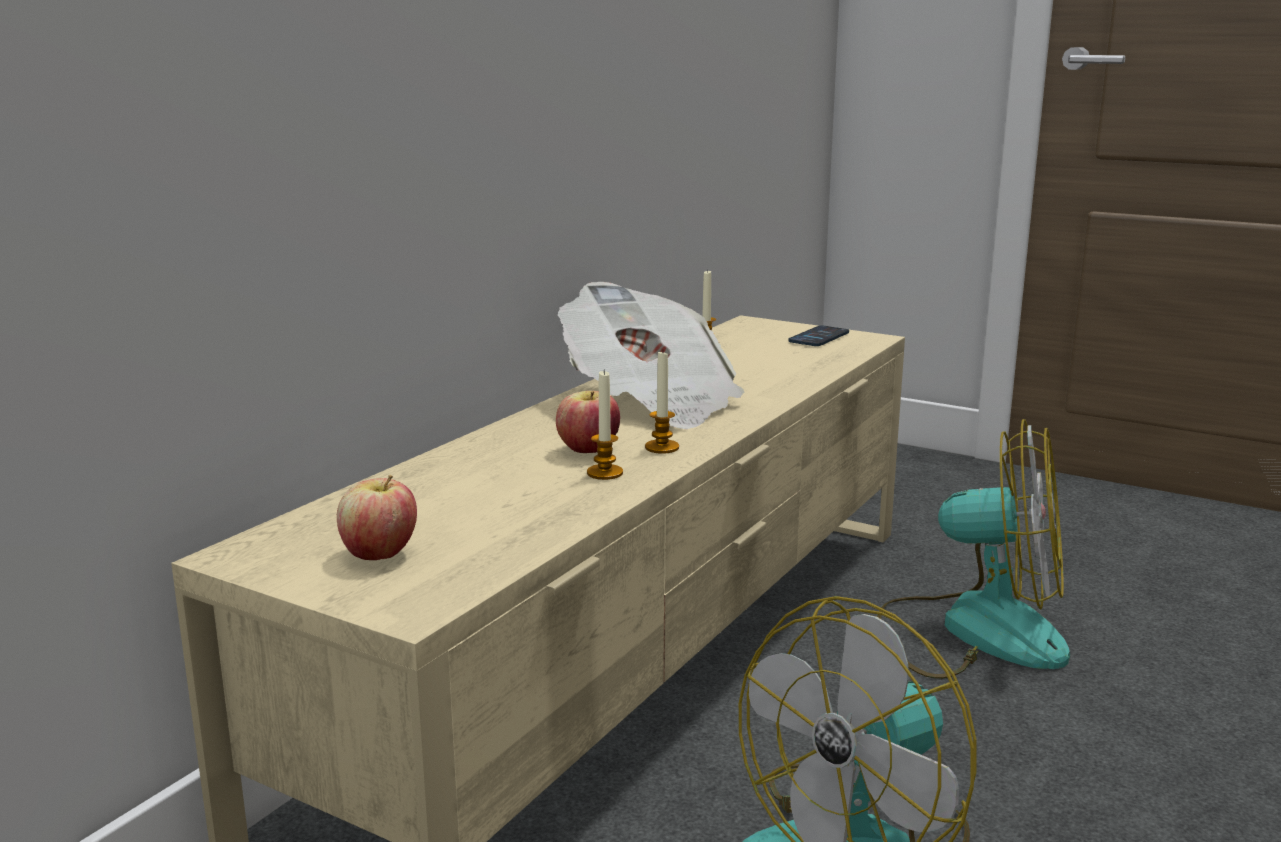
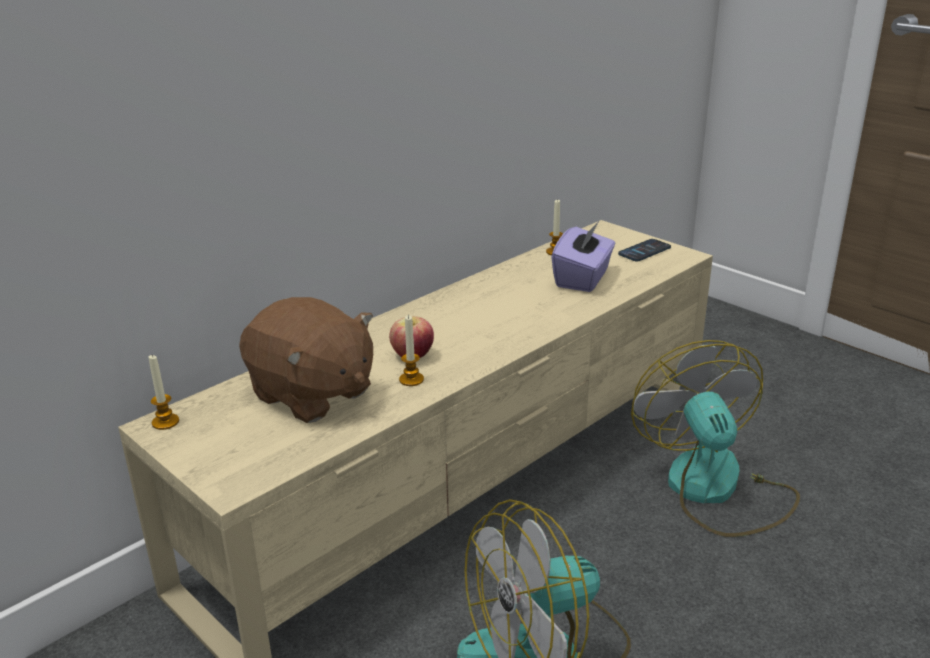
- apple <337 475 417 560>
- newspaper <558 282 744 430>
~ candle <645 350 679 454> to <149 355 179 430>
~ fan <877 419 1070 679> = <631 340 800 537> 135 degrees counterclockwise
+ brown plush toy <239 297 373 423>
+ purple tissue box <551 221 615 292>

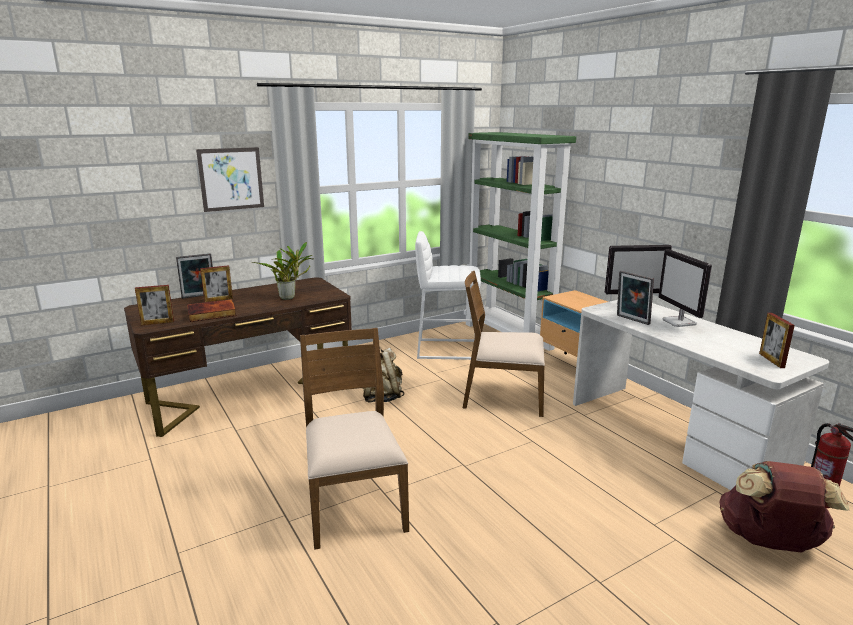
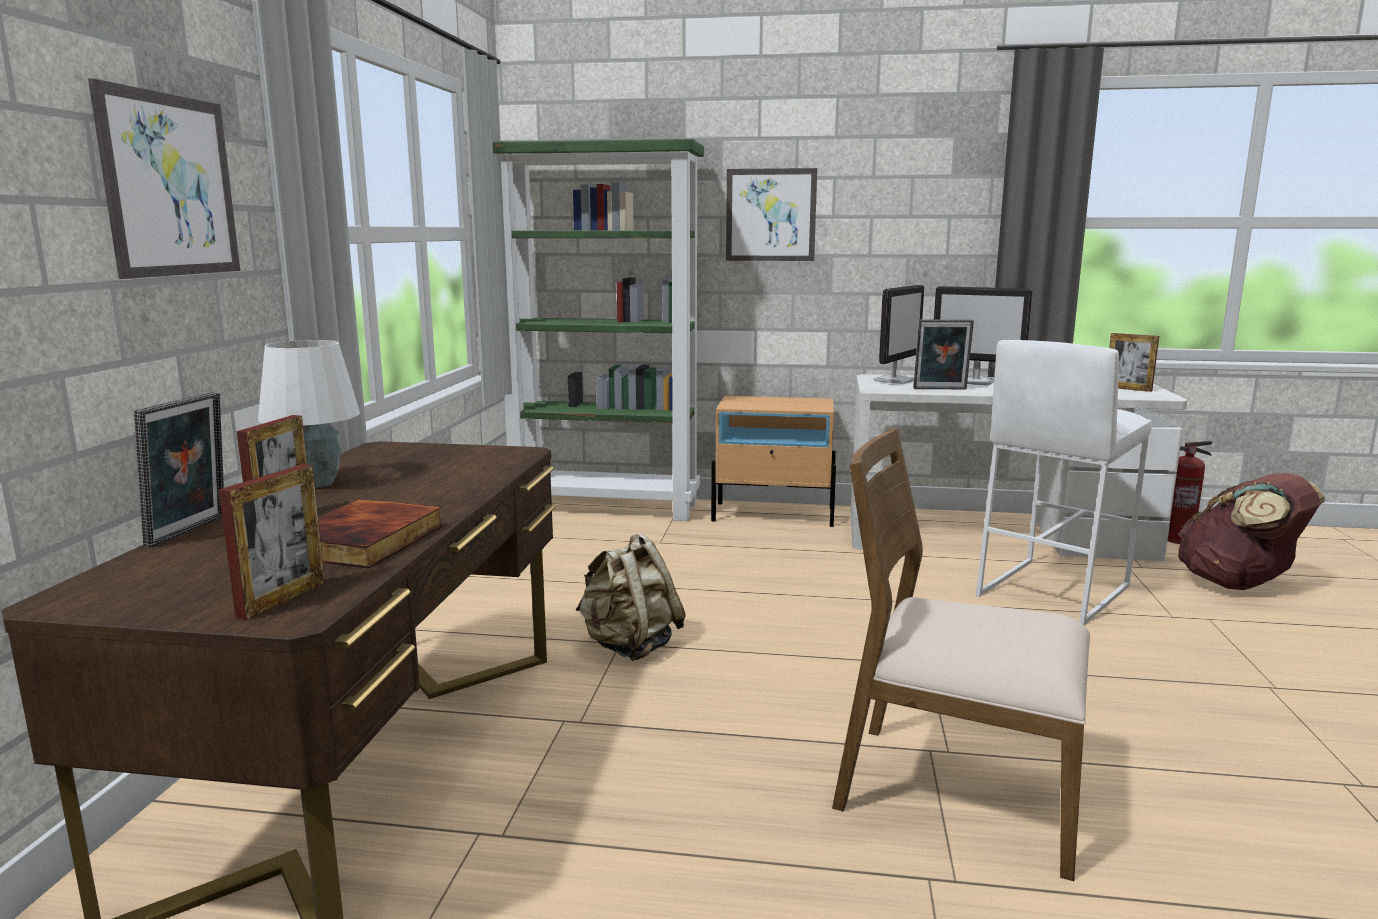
- potted plant <252 242 314 300>
~ white stool <415 231 481 360> to <976 340 1152 625>
- brown chair <463 271 545 417>
+ white table lamp <258 340 360 488>
+ picture <726 168 817 261>

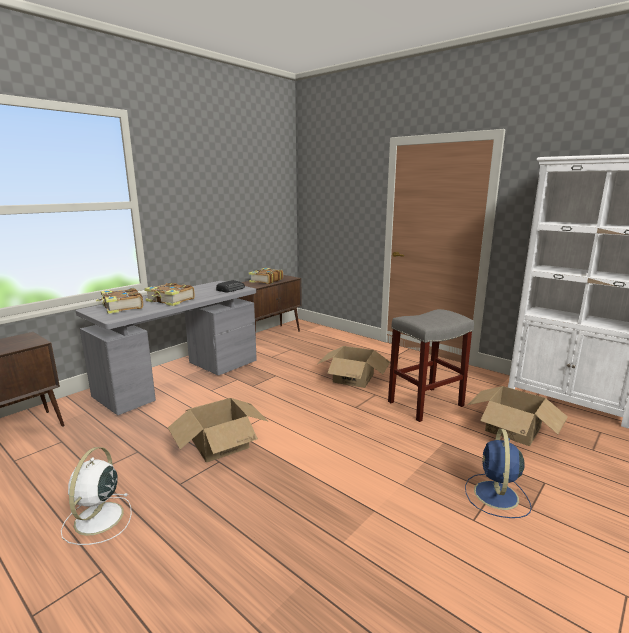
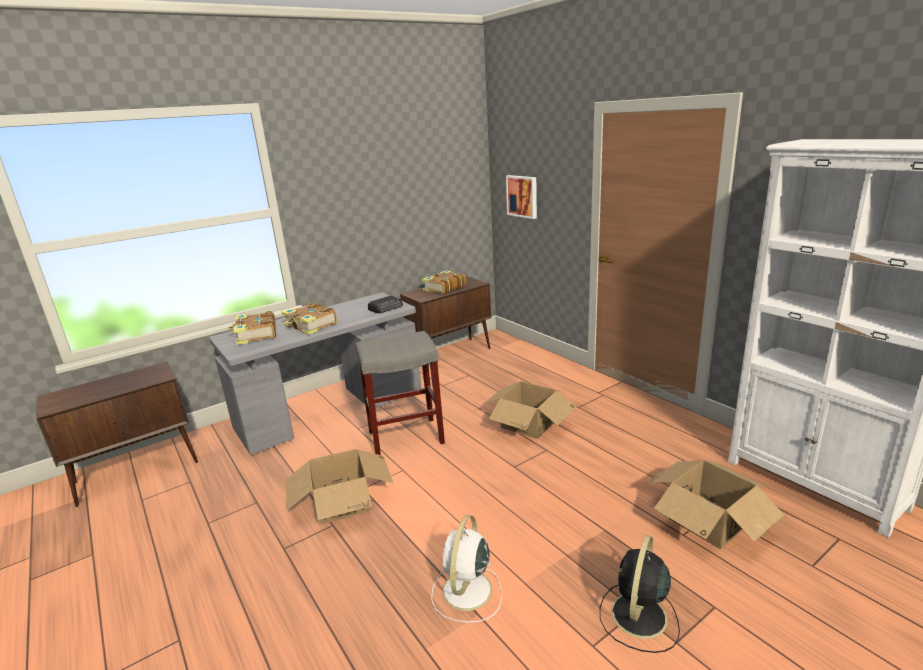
~ white fan <61 447 132 545> to <431 515 502 623>
~ grey stool <388 309 474 422> to <355 331 445 455>
~ blue fan <465 429 532 518> to black fan <600 535 680 653>
+ picture <506 175 537 219>

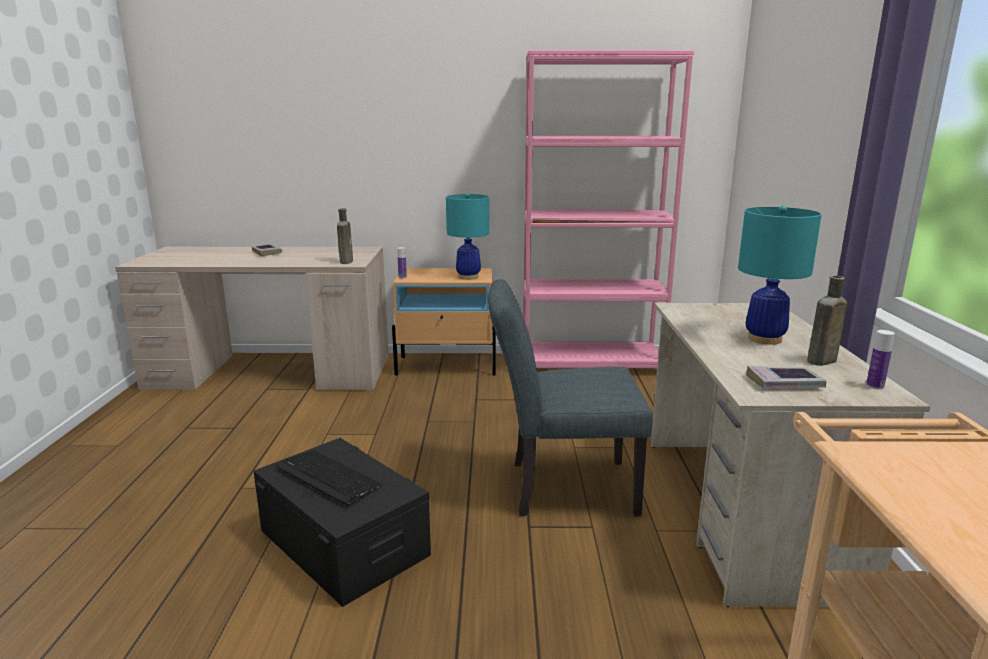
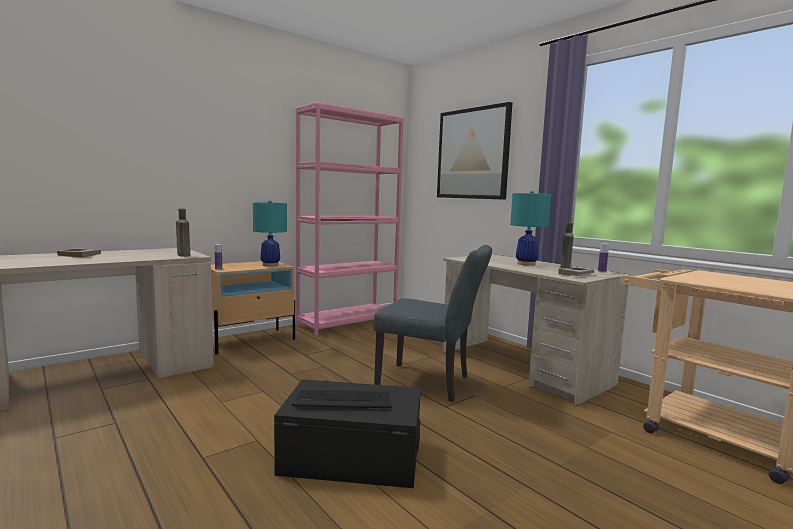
~ grey chair <488 279 653 516> = <374 245 492 402> 120 degrees counterclockwise
+ picture <437 102 512 200>

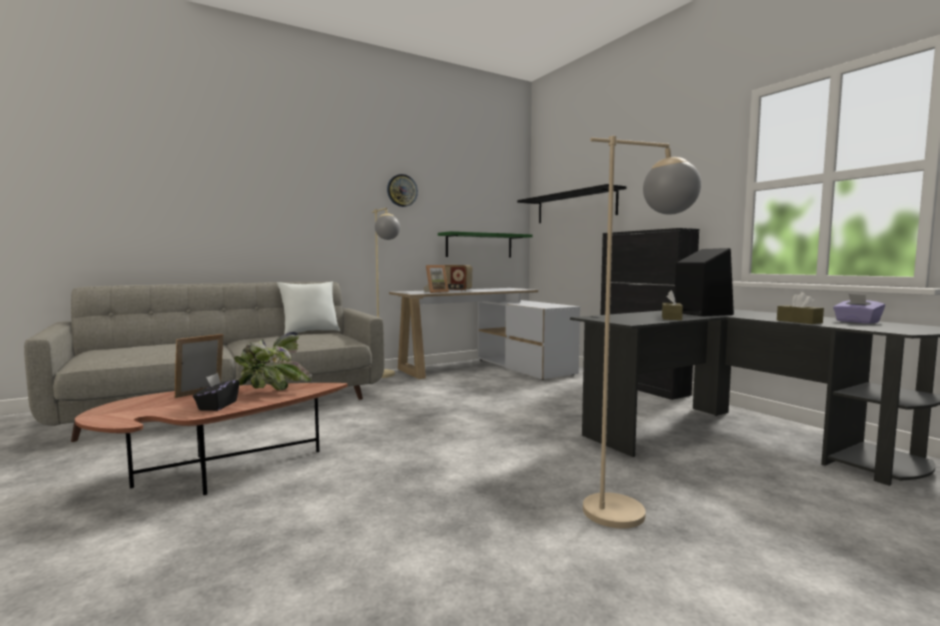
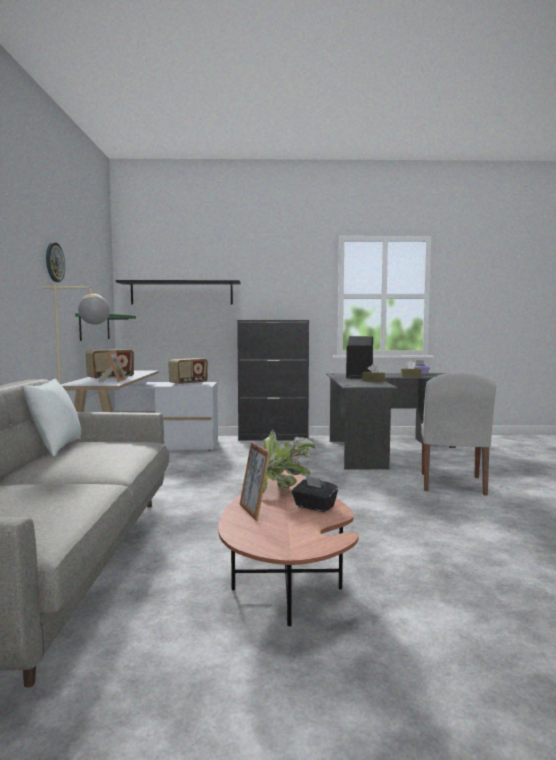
~ beige floor lamp <583 136 701 528> to white chair <421 372 496 495>
+ radio <168 358 208 385>

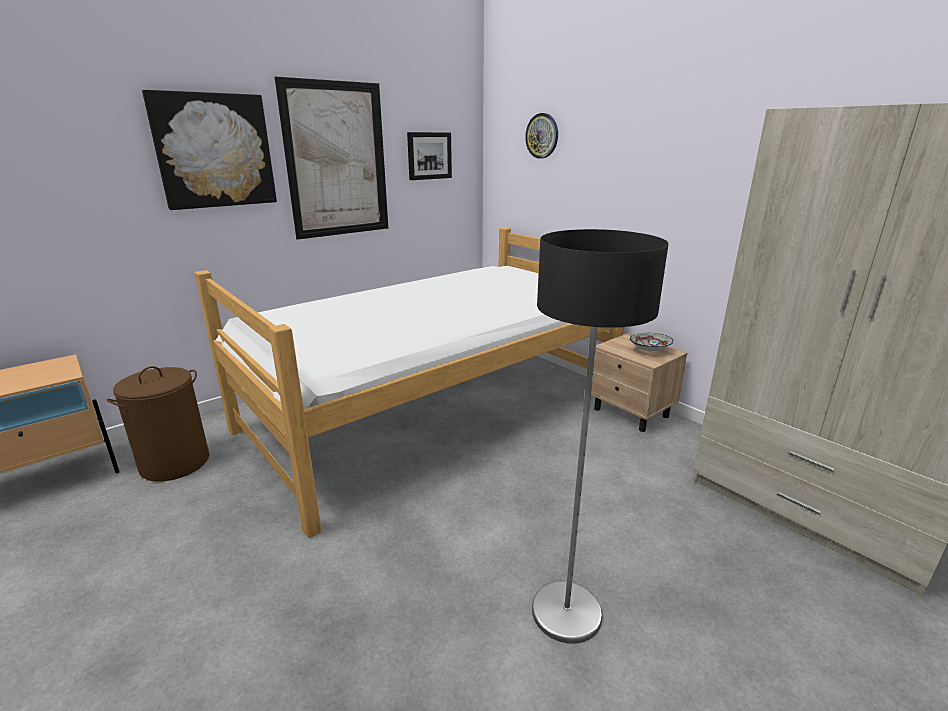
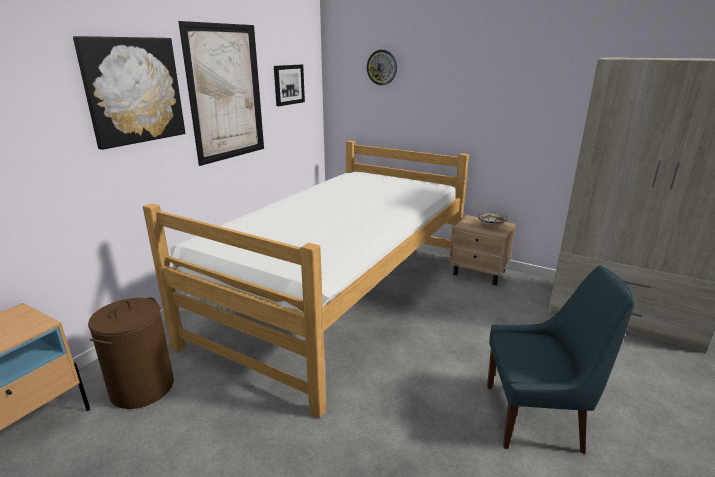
~ floor lamp <532 229 669 644> to blue chair <487 266 635 454>

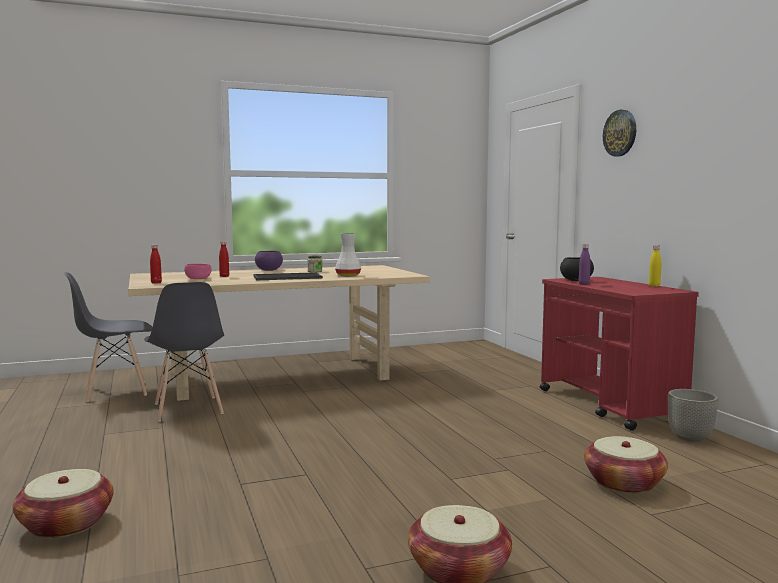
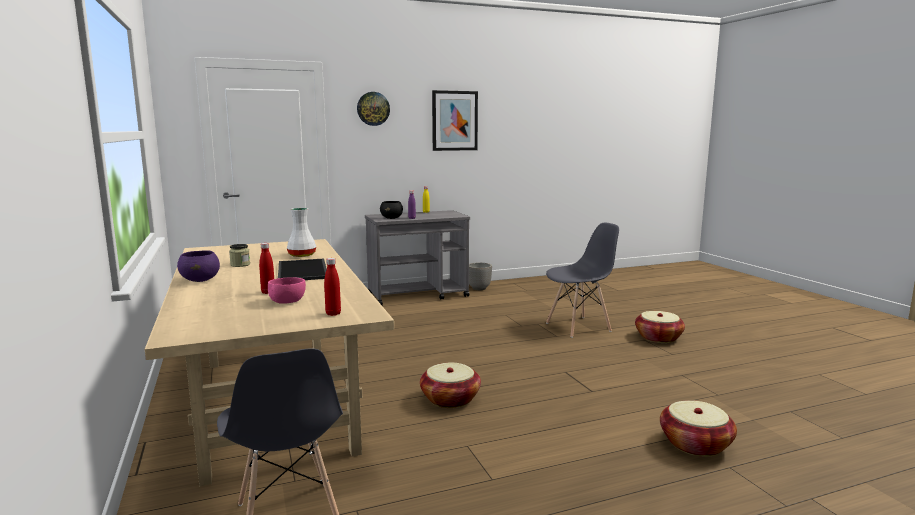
~ grey chair <144 282 224 421> to <546 222 619 338>
~ red cart <540 277 699 431> to grey cart <365 210 470 305>
~ basket <584 436 668 494> to <420 362 481 408>
+ picture <432 90 478 151>

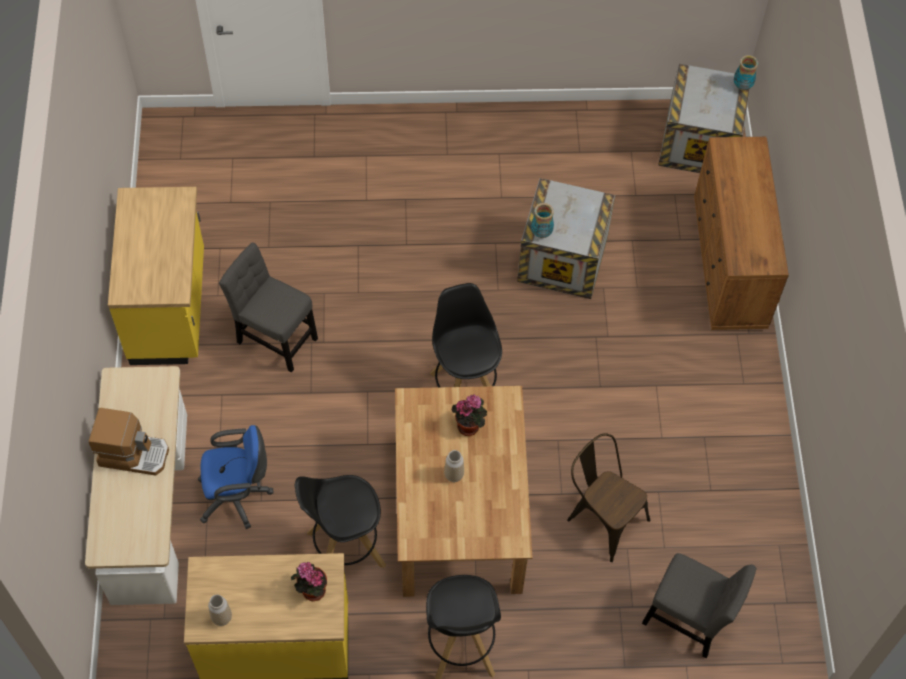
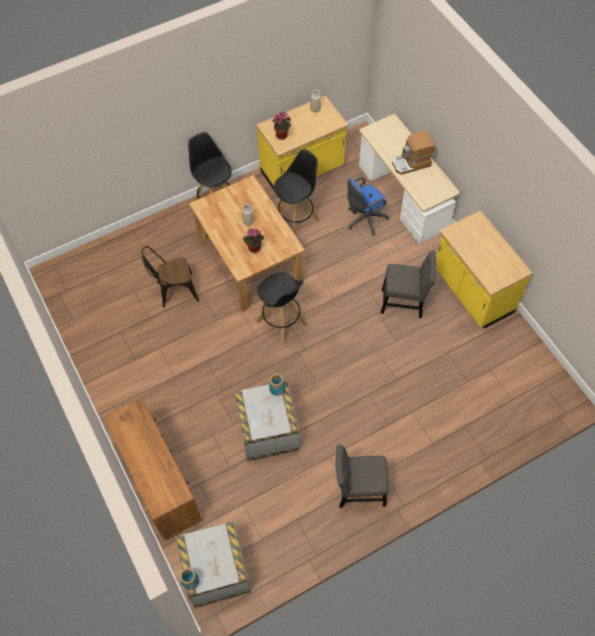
~ brown chair <567 433 650 562> = <142 246 199 308> 150 degrees clockwise
~ grey chair <642 553 757 658> to <336 444 388 508>

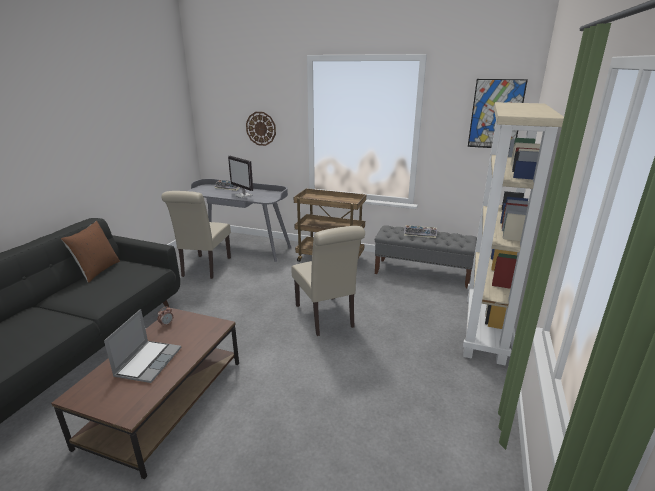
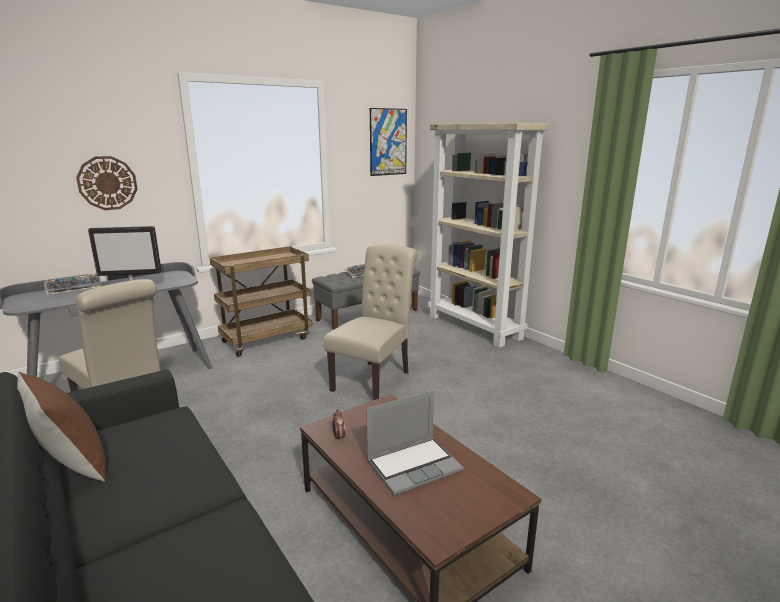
~ laptop <104 309 181 383> = <366 390 464 495> 105 degrees clockwise
~ beige chair <291 226 365 336> = <324 244 418 400> 75 degrees counterclockwise

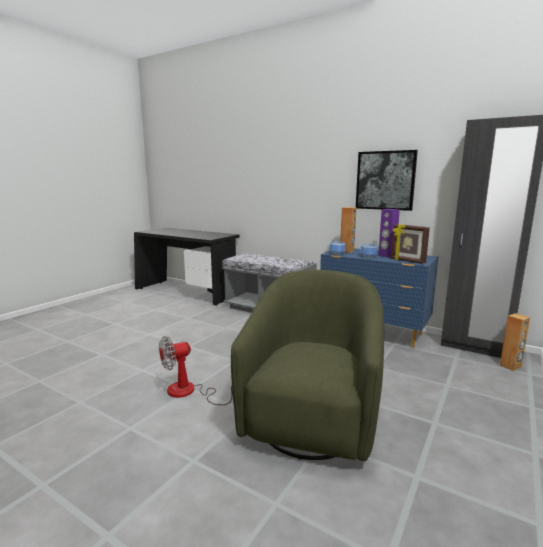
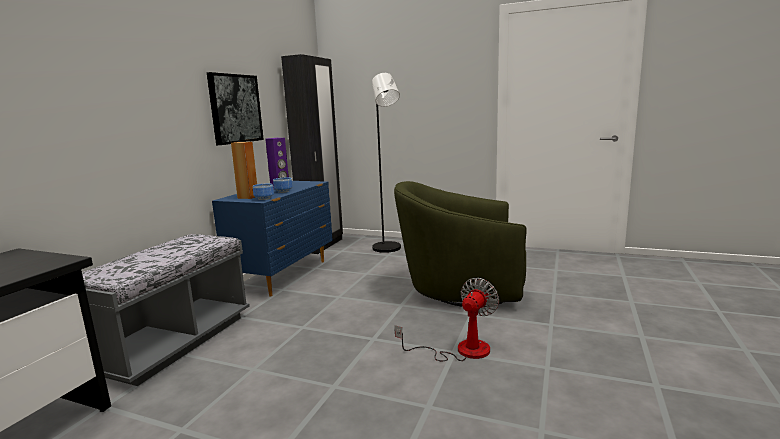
~ fan <159 336 233 405> = <395 278 499 361> 105 degrees counterclockwise
- picture frame <391 224 430 264>
- brown speaker <500 313 530 371>
+ black floor lamp <372 73 401 253>

